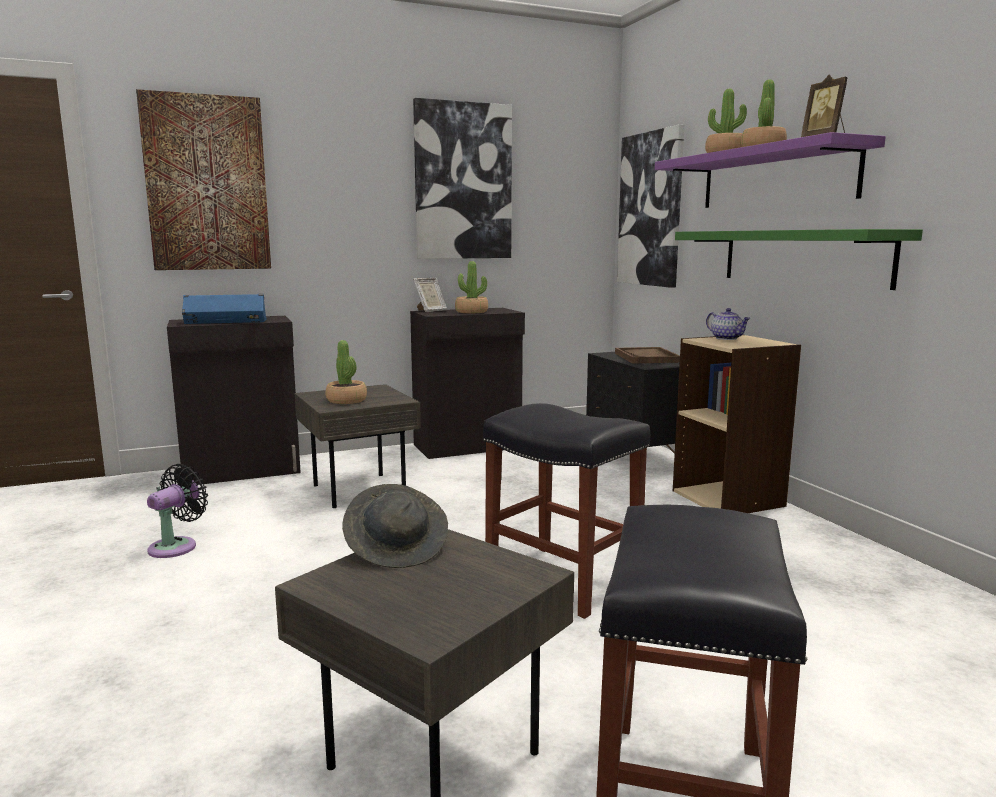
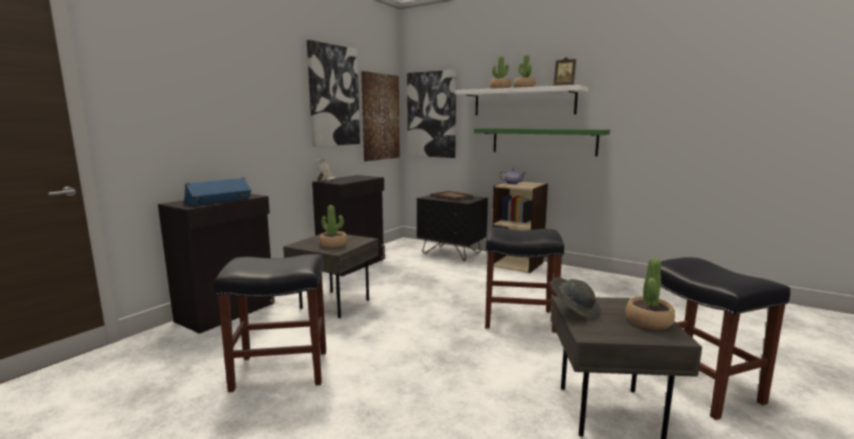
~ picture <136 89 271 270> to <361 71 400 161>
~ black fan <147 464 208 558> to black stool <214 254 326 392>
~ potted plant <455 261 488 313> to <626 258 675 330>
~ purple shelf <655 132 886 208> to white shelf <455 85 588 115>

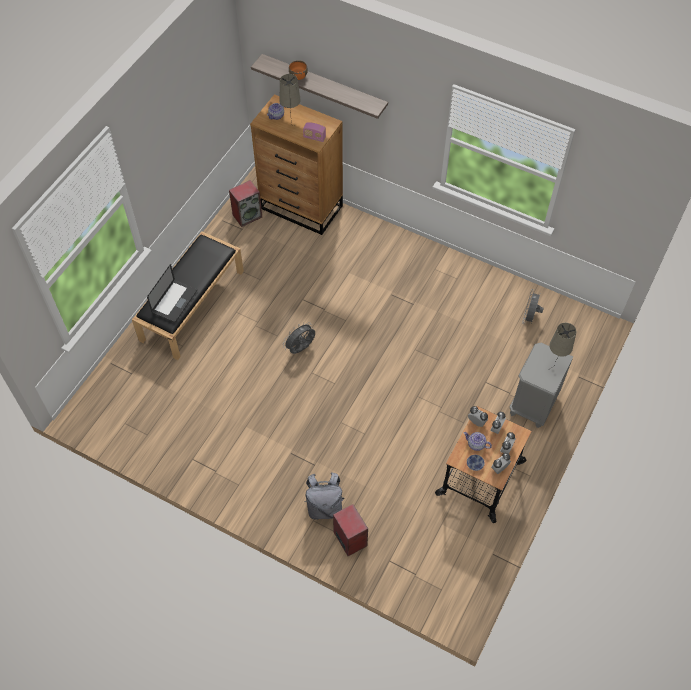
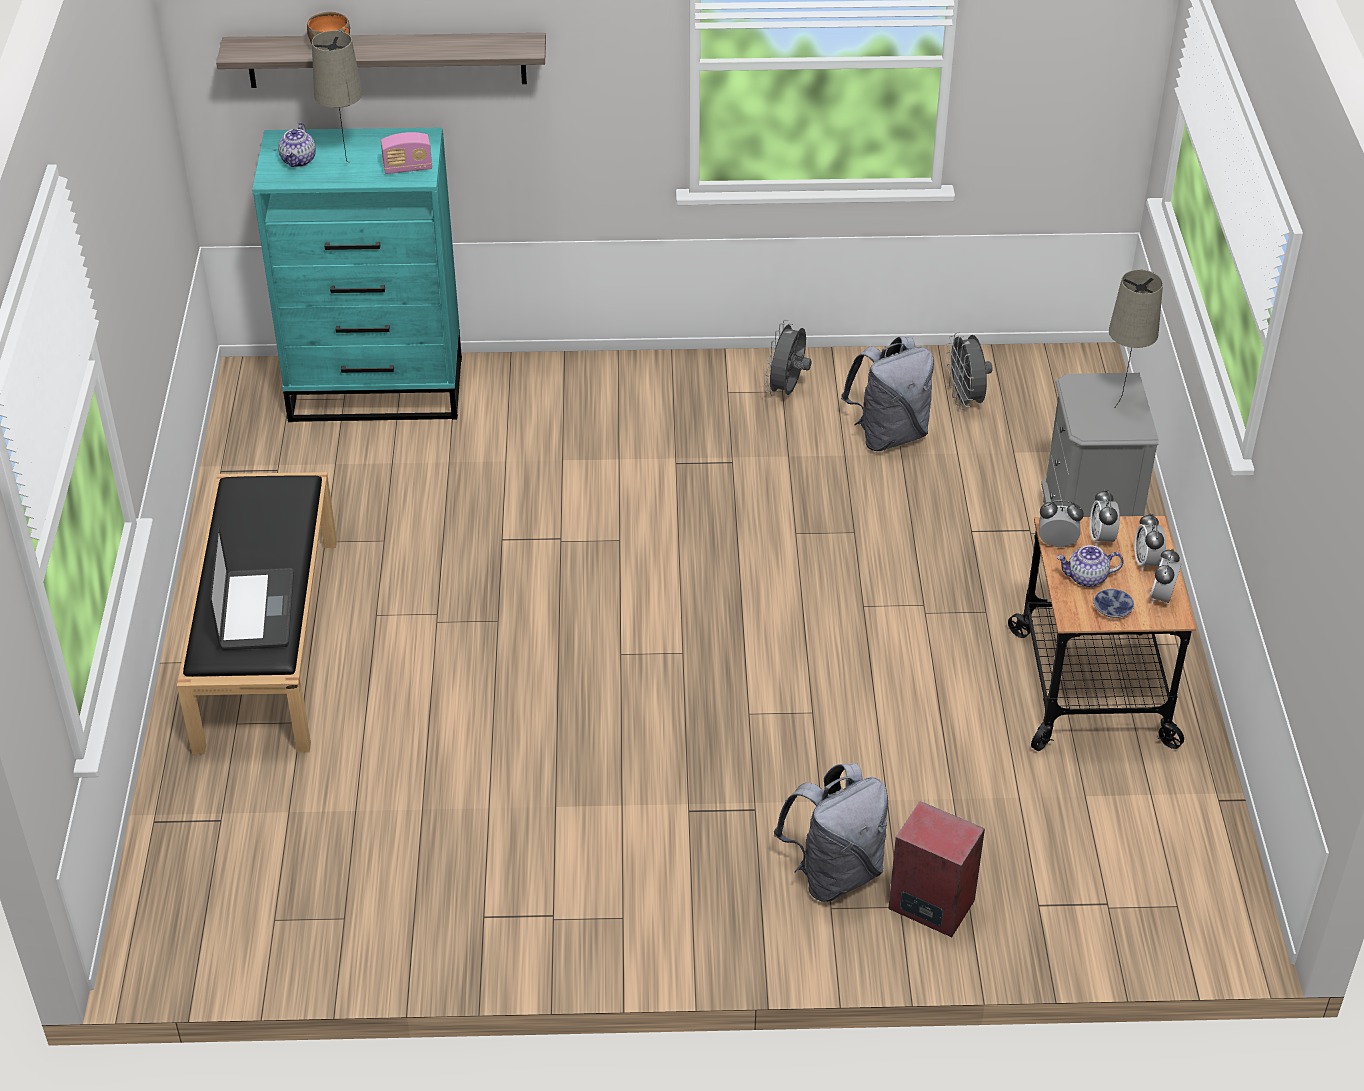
- speaker <229 180 262 227>
~ brown dresser <250 94 343 235> to turquoise dresser <252 128 462 422>
~ grey fan <283 322 315 354> to <764 320 812 396>
+ grey backpack <841 337 934 451>

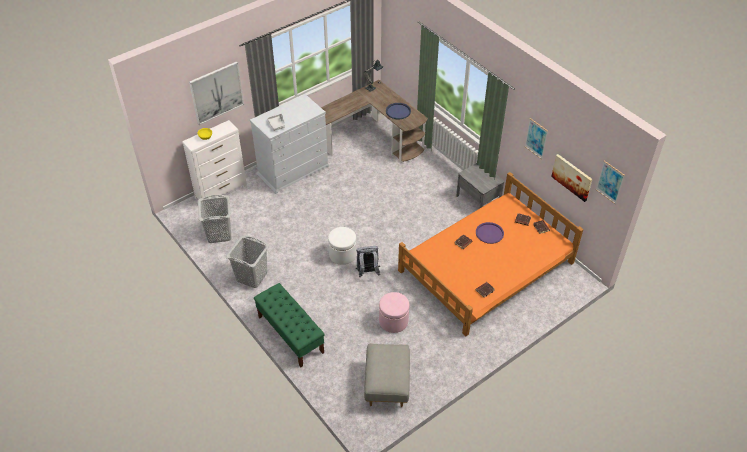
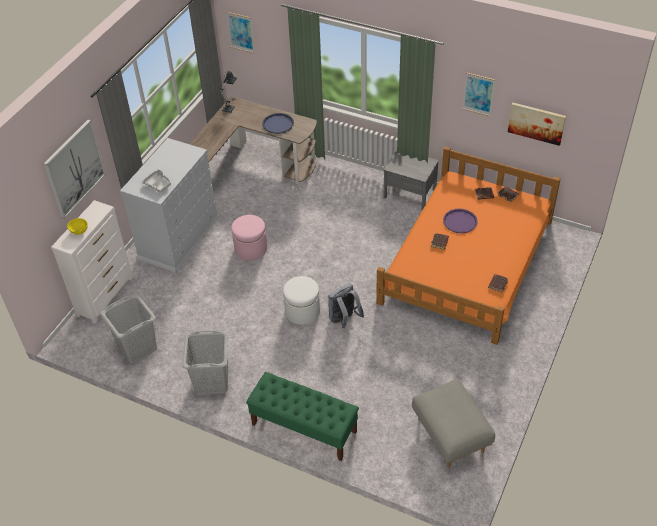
~ pink ottoman <379 292 409 333> to <231 215 267 260>
~ picture <596 161 625 204> to <227 12 255 53>

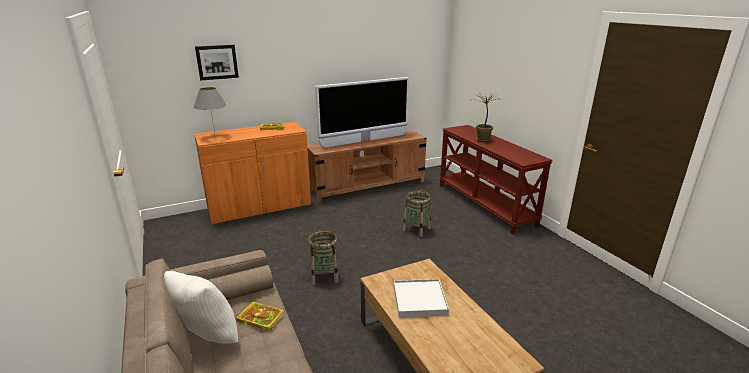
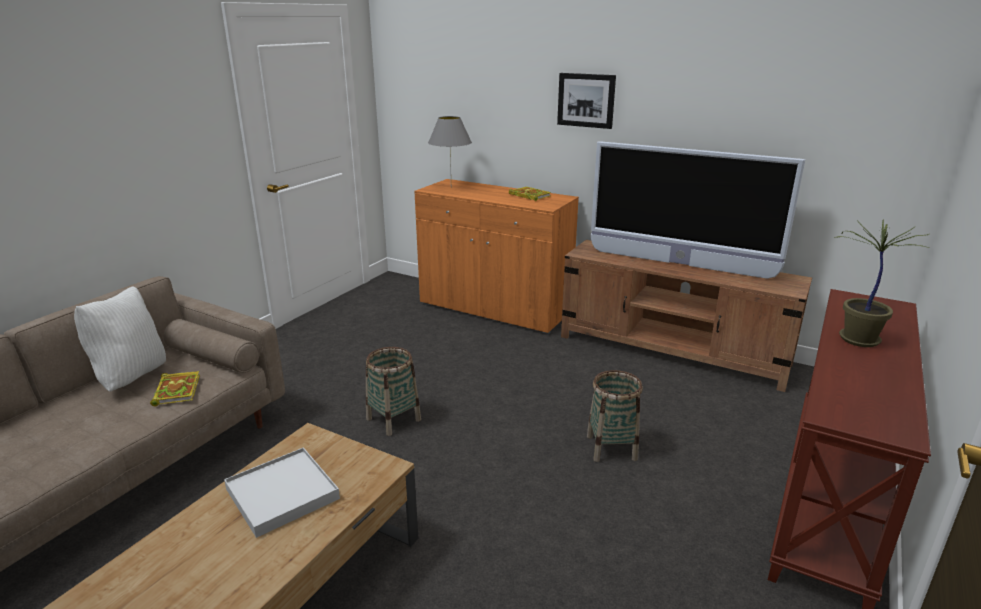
~ picture <195 45 239 80> to <557 73 616 129>

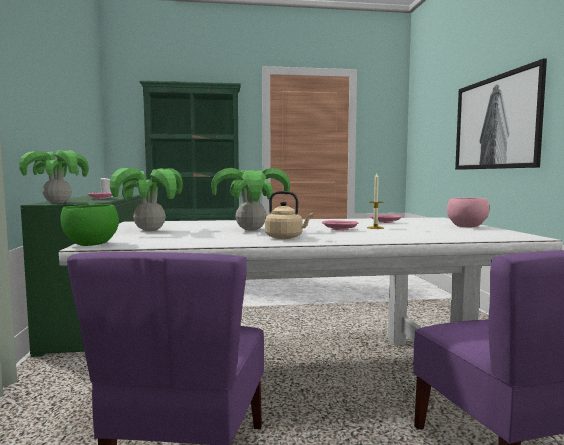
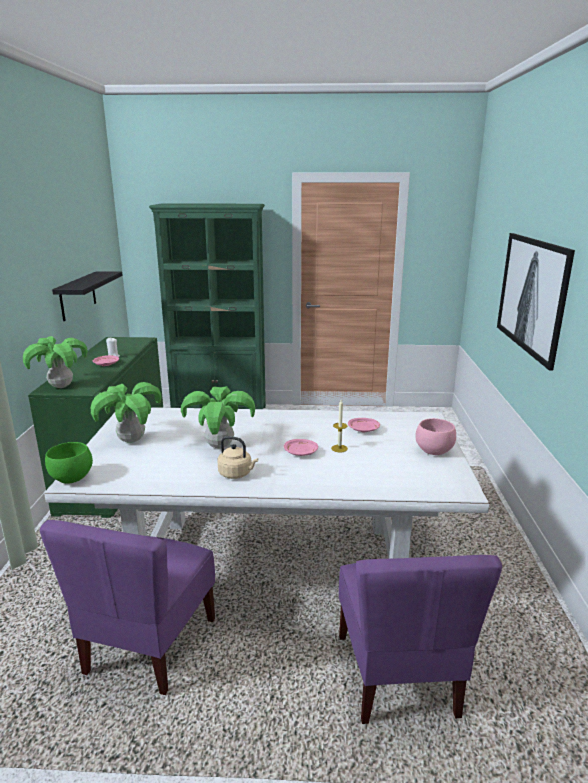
+ black shelf <52 271 123 321>

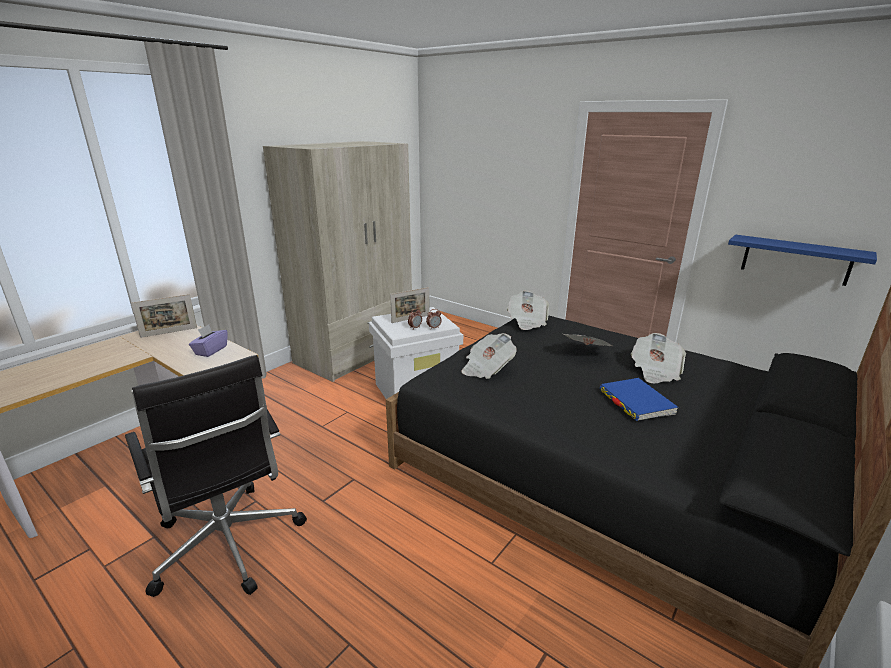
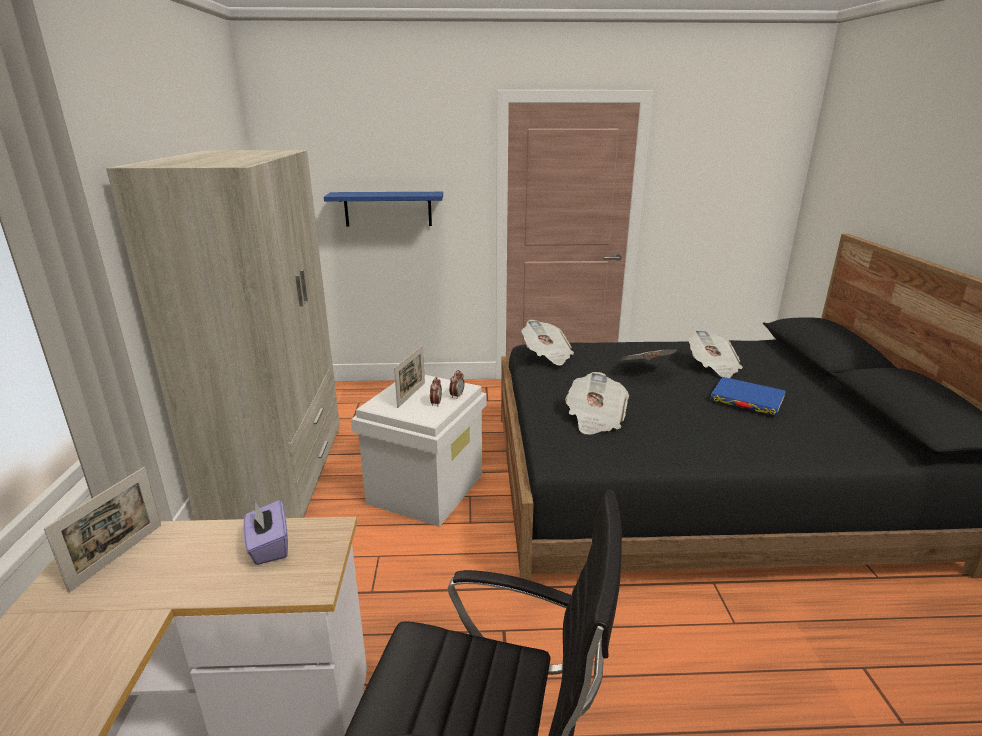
~ blue shelf <728 235 877 286> to <324 192 443 227>

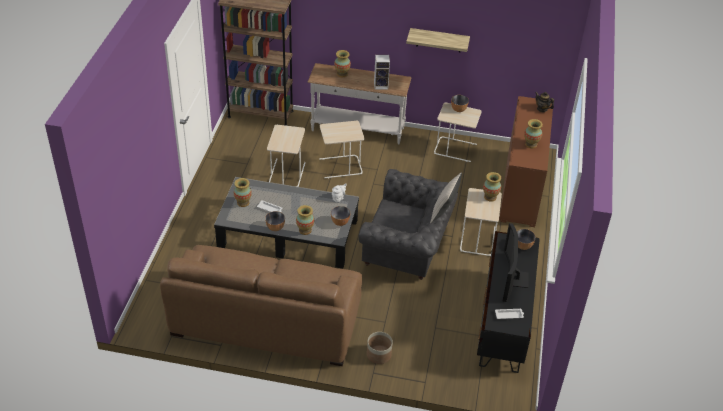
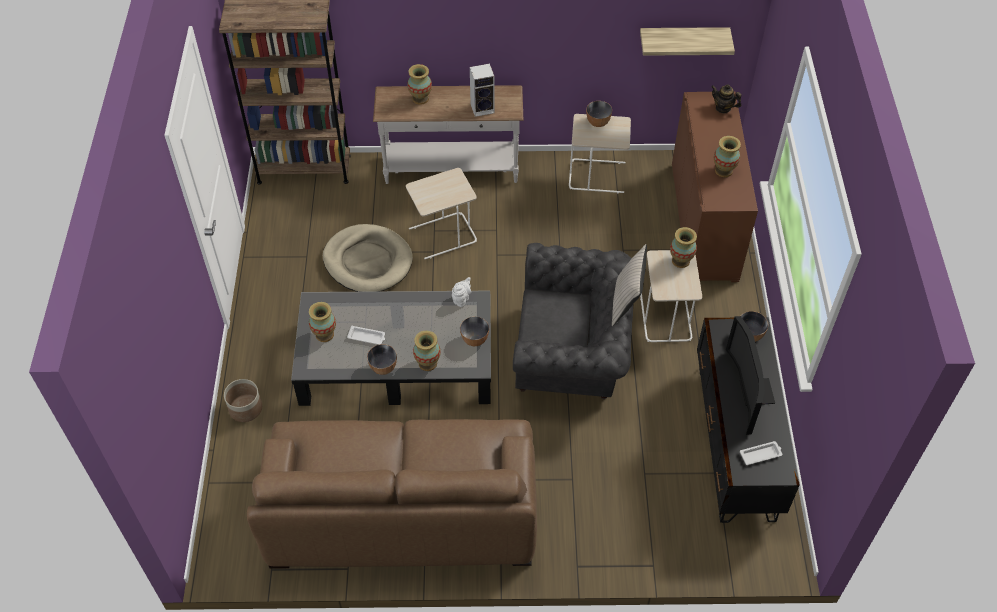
~ beige side table <267 125 306 187> to beige dog bed <323 224 413 292>
~ planter <367 332 393 364> to <224 379 262 422>
~ shelf <406 28 470 52> to <640 27 735 56>

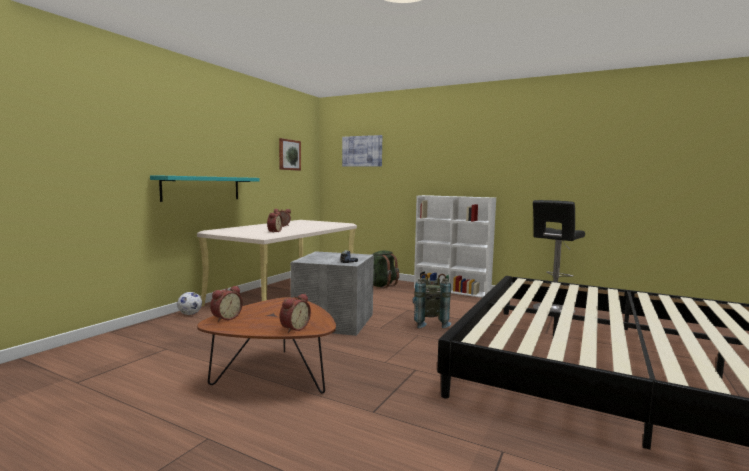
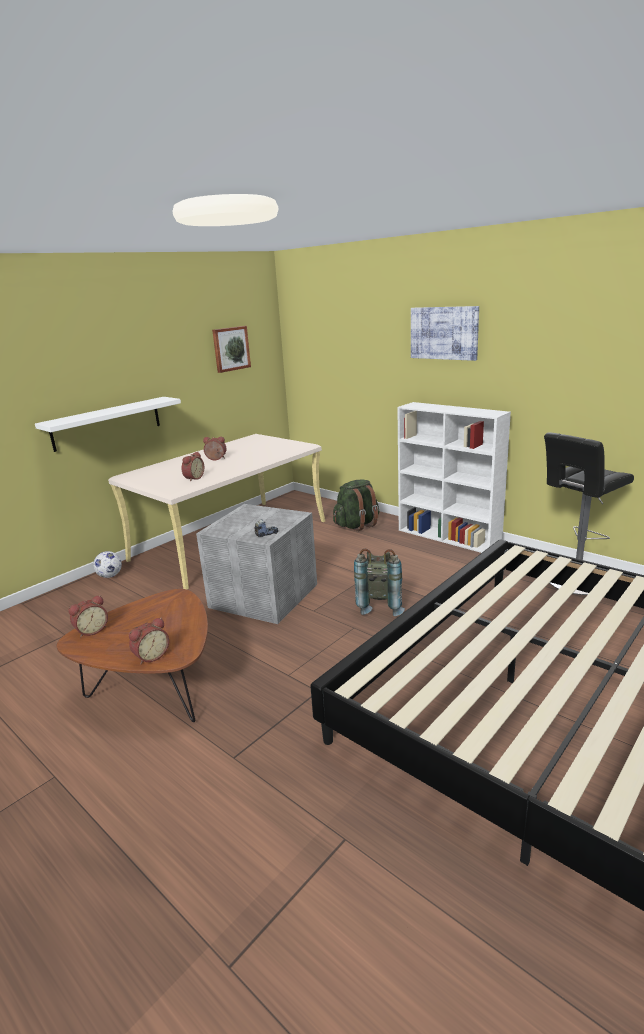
~ turquoise shelf <150 175 260 202> to white shelf <35 397 181 452>
~ picture <342 135 382 167> to <411 306 479 361>

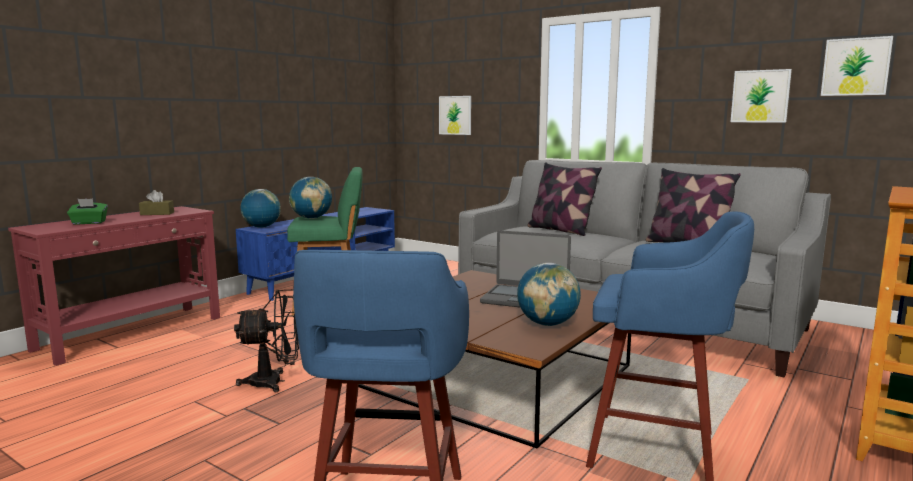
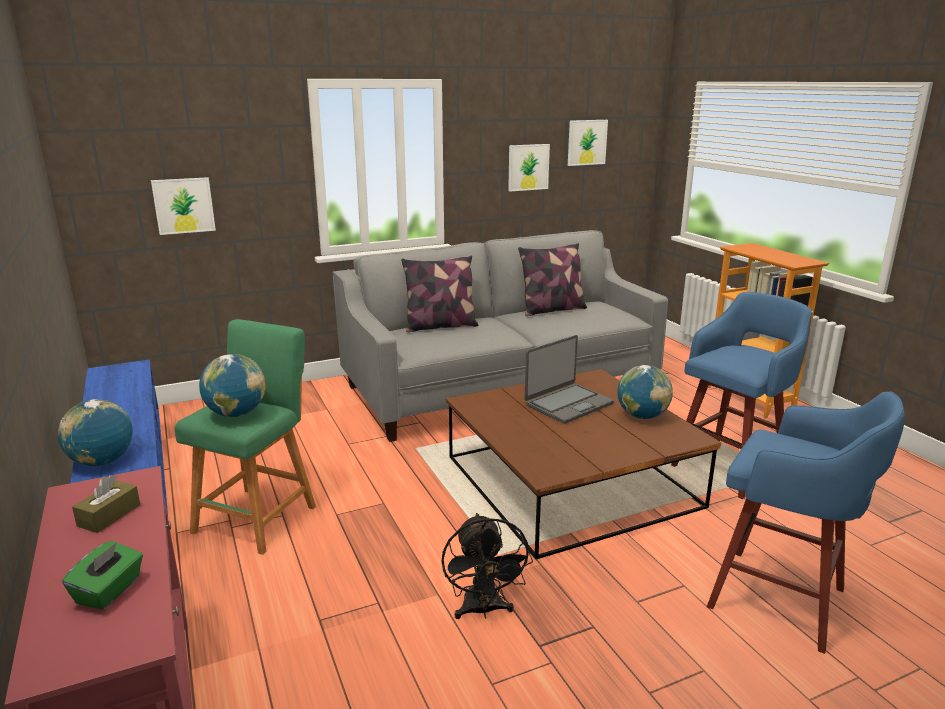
~ black fan <234 290 299 392> = <441 513 533 619> 150 degrees clockwise

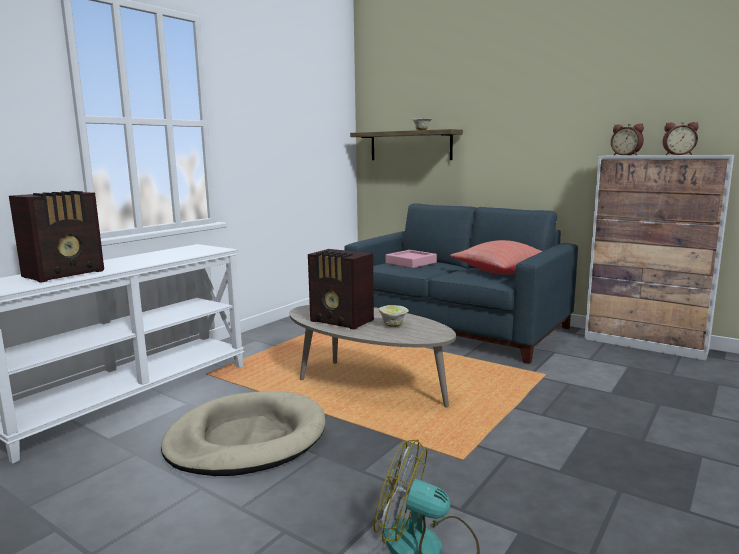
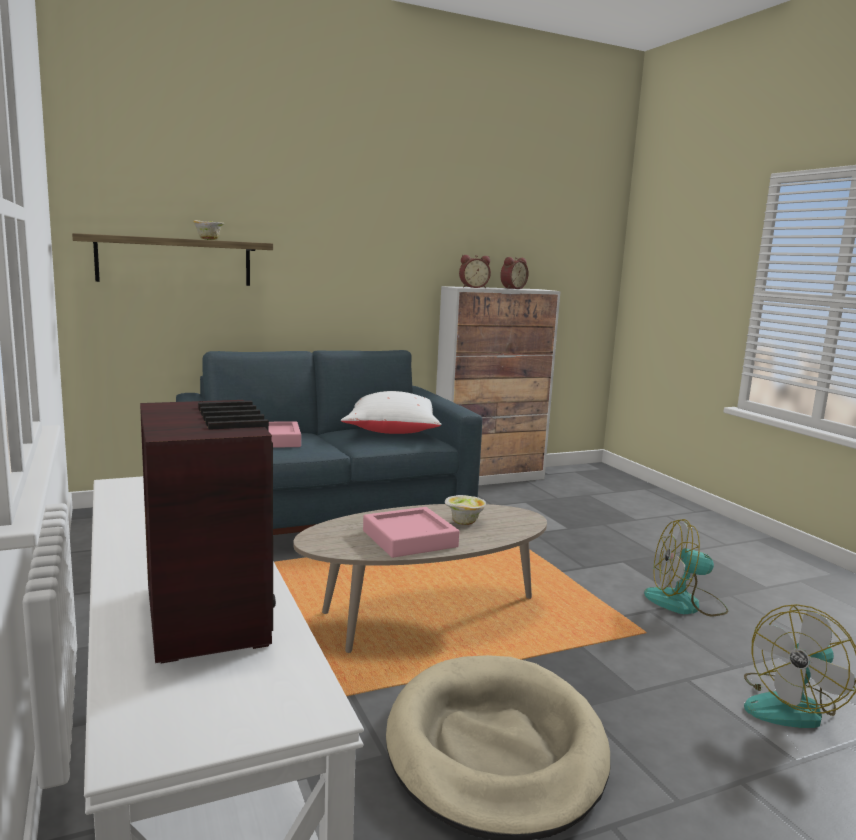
~ radio <308 249 374 330> to pink tray <363 507 459 558>
~ red pillow <450 240 542 274> to white pillow <341 391 442 434>
+ fan <644 519 728 617>

